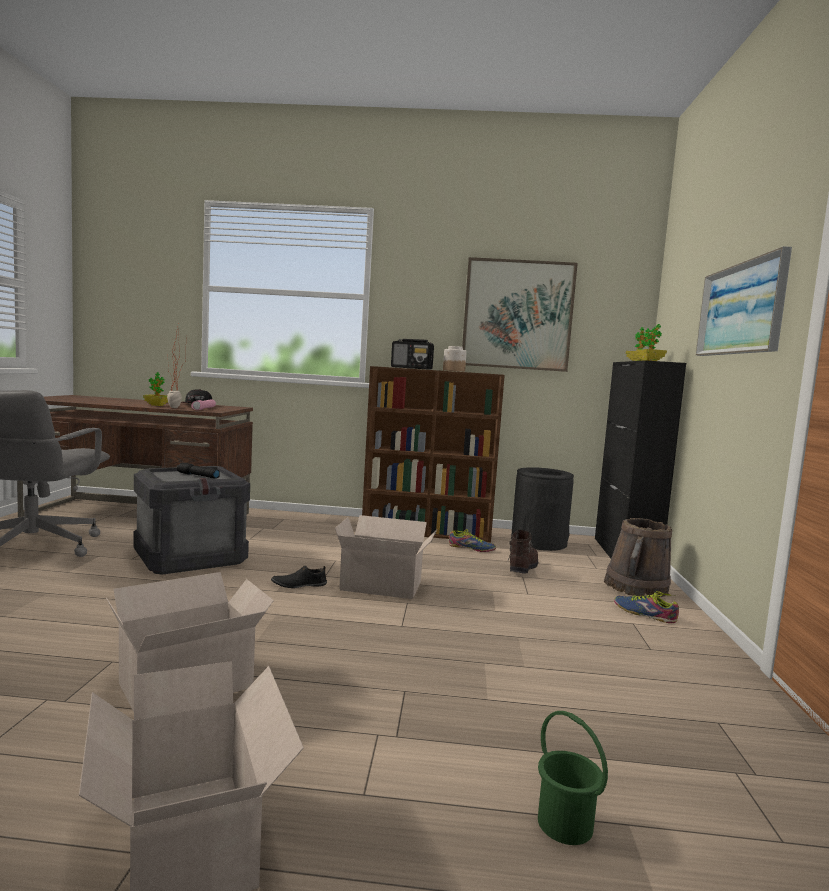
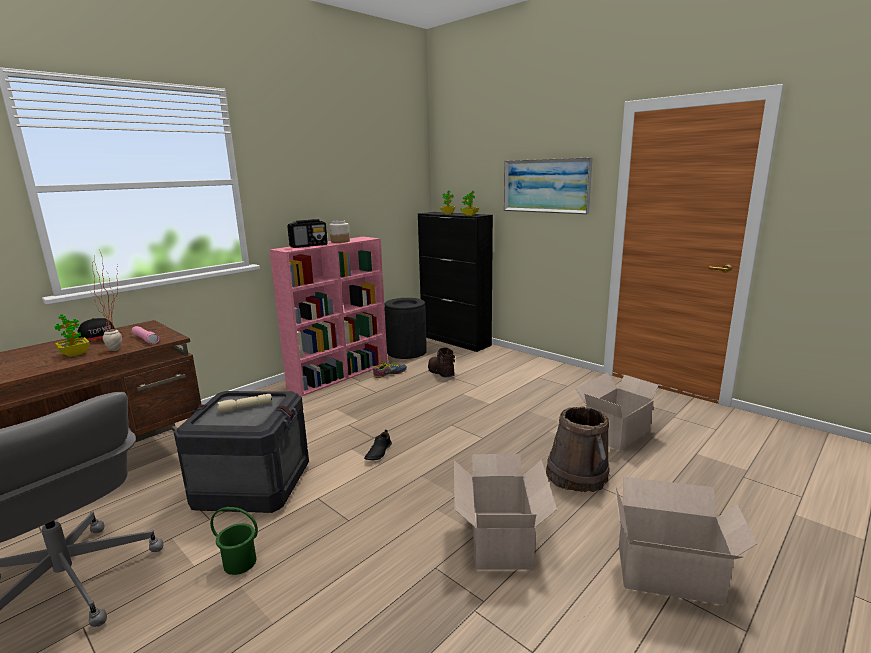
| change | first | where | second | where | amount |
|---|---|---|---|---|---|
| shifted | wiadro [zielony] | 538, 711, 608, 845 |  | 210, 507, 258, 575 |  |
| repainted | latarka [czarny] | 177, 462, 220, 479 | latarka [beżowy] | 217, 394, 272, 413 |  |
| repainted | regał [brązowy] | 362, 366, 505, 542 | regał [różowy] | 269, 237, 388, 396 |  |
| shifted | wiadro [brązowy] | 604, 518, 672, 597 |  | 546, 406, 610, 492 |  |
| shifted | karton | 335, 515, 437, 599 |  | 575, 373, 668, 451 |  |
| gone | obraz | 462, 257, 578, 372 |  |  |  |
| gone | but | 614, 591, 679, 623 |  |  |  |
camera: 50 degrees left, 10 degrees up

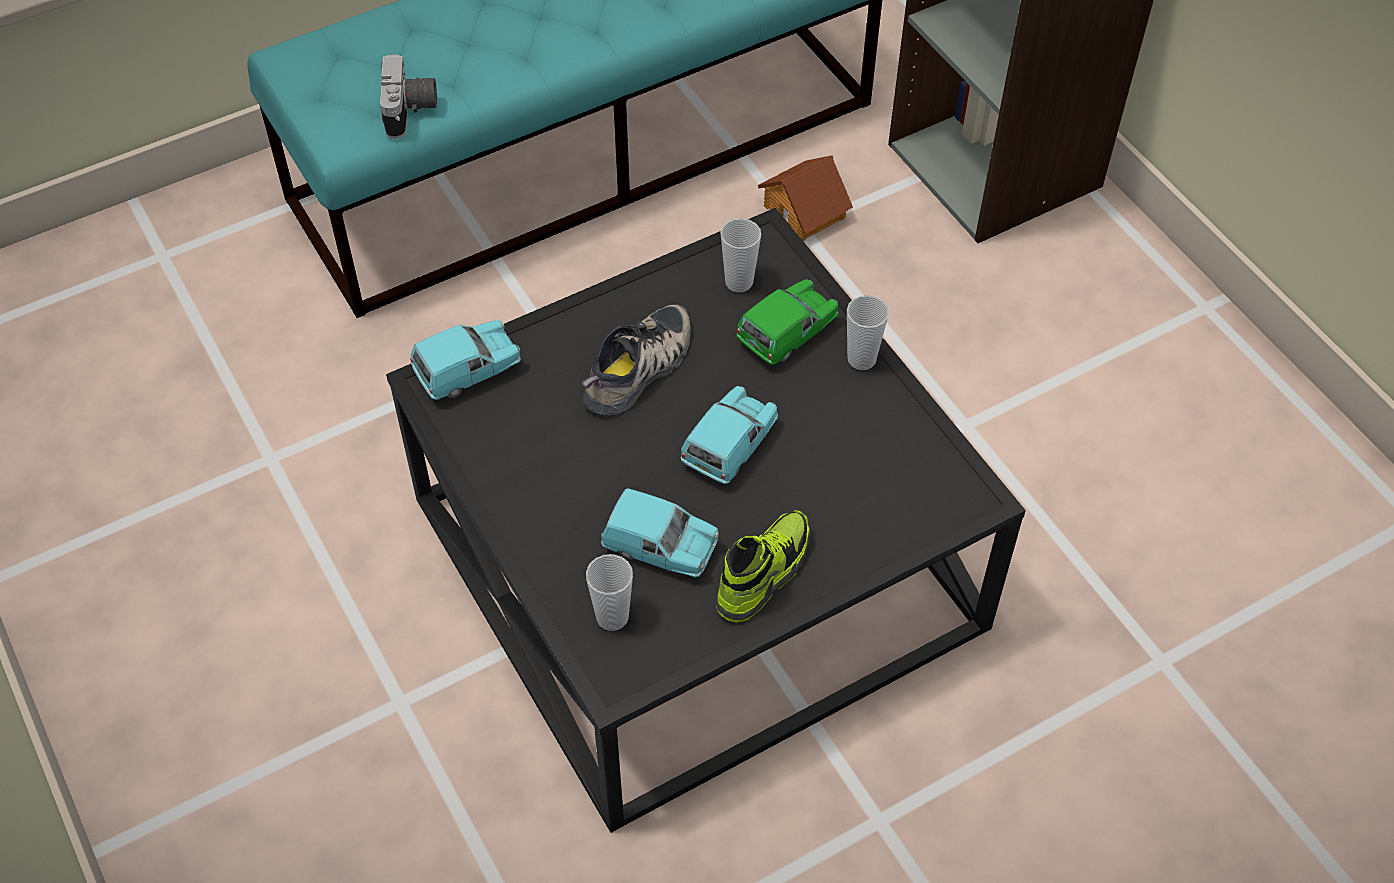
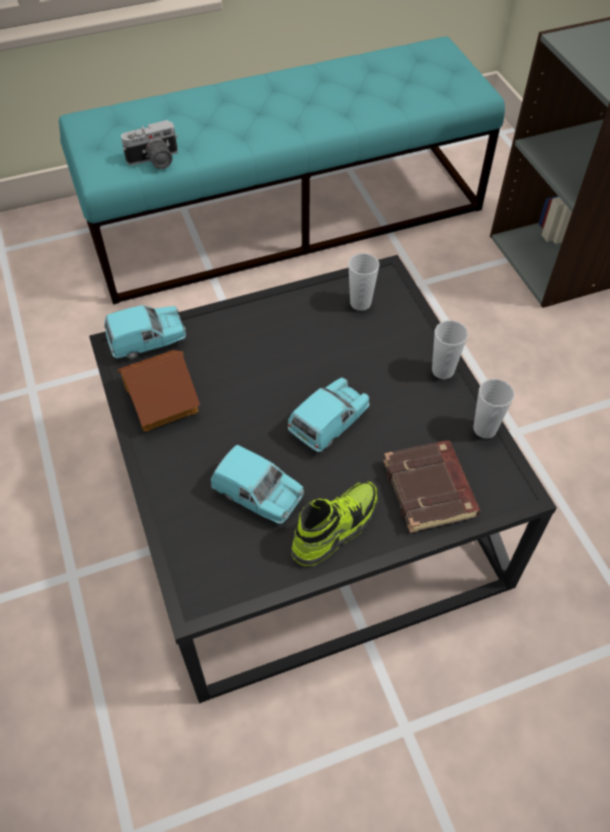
| change | first | where | second | where | amount |
|---|---|---|---|---|---|
| shifted | domek | 758, 155, 853, 241 |  | 117, 350, 200, 432 |  |
| rotated | aparat fotograficzny | 380, 54, 437, 139 |  | 121, 120, 178, 169 | 60 degrees clockwise |
| new |  |  | książka [brązowy] | 383, 441, 480, 533 |  |
| shifted | filiżanka | 586, 554, 633, 631 |  | 474, 379, 514, 439 |  |
| gone | but | 582, 304, 691, 416 |  |  |  |
| gone | samochodzik [zielony] | 737, 279, 839, 365 |  |  |  |
camera: 10 degrees right, 0 degrees up

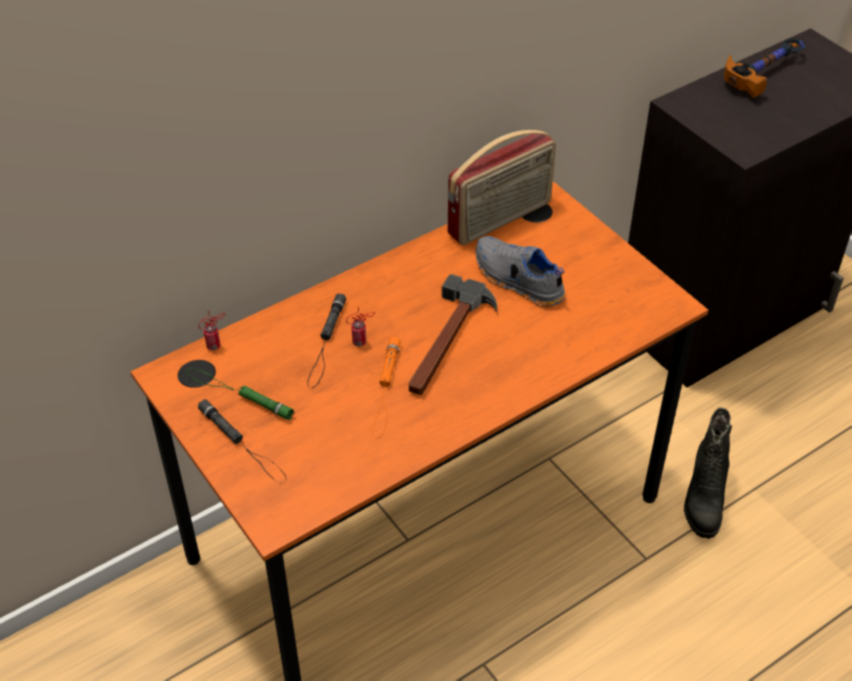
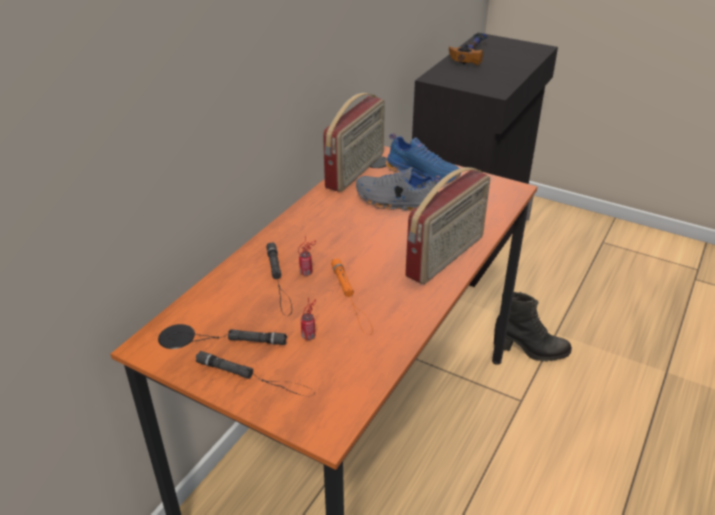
| change | first | where | second | where | amount |
|---|---|---|---|---|---|
| repainted | latarka [zielony] | 187, 368, 294, 420 | latarka [czarny] | 167, 329, 287, 345 |  |
| shifted | puszka | 199, 310, 225, 350 |  | 301, 297, 316, 340 |  |
| new |  |  | but [niebieski] | 386, 133, 461, 184 |  |
| new |  |  | radio | 405, 167, 490, 284 |  |
| rotated | but z cholewką [czarny] | 684, 408, 732, 539 |  | 494, 292, 572, 362 | 60 degrees counterclockwise |
| gone | młotek | 409, 274, 497, 395 |  |  |  |
camera: 25 degrees left, 10 degrees down

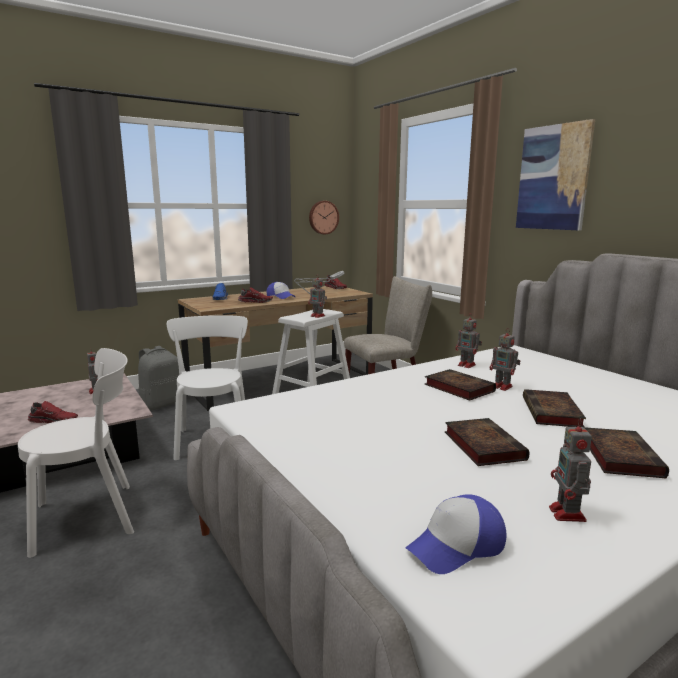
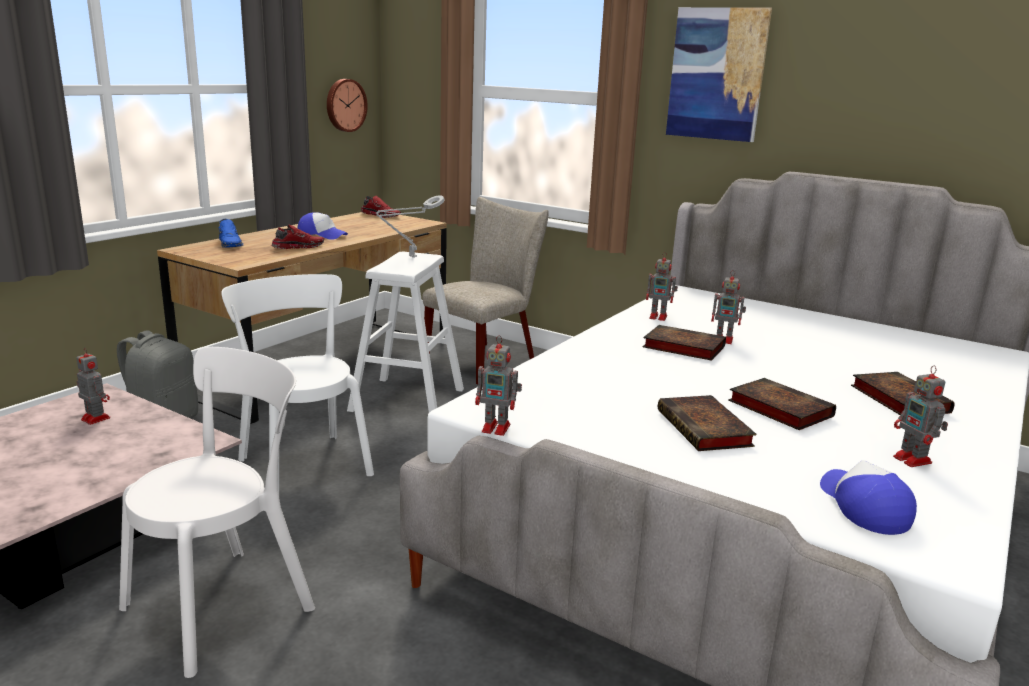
| change | first | where | second | where | amount |
|---|---|---|---|---|---|
| shifted | robot zabawkowy | 308, 274, 327, 318 |  | 475, 335, 522, 436 |  |
| shifted | książka | 523, 389, 586, 427 |  | 658, 395, 757, 451 |  |
| rotated | czapka z daszkiem | 406, 494, 507, 574 |  | 820, 460, 917, 535 | 135 degrees clockwise |
| gone | but [czerwony] | 28, 401, 78, 423 |  |  |  |
camera: 25 degrees left, 5 degrees up

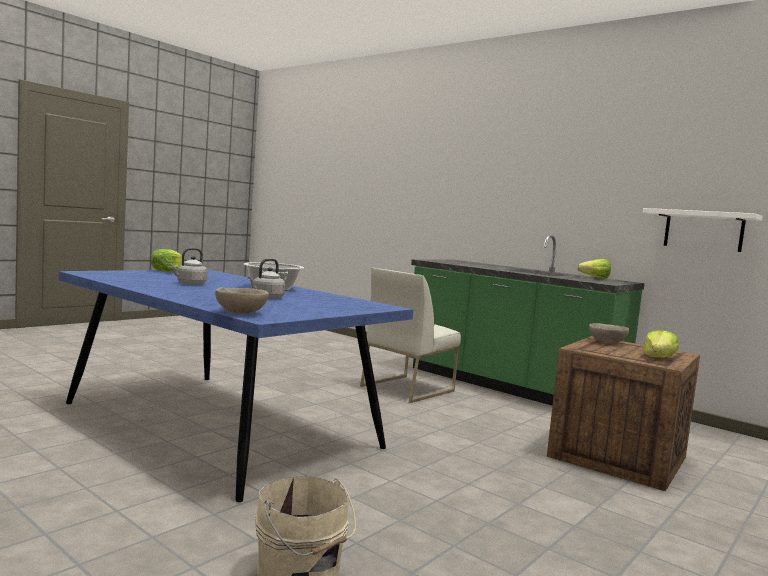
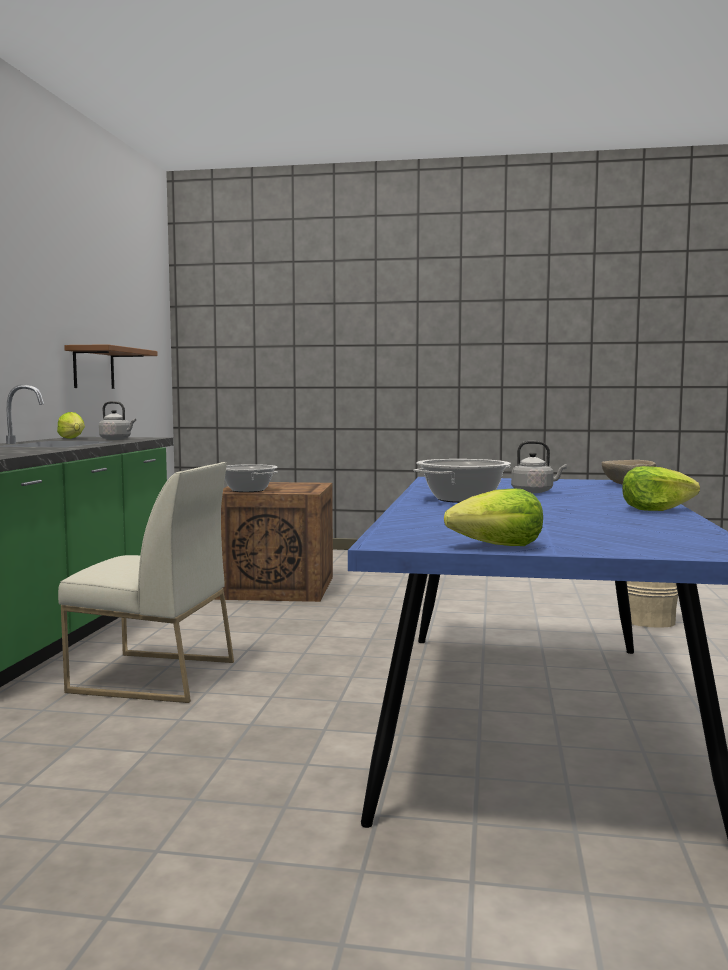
| change | first | where | second | where | amount |
|---|---|---|---|---|---|
| repainted | półka [biały] | 643, 208, 763, 252 | półka [brązowy] | 64, 344, 158, 389 |  |
| shifted | czajnik [szary] | 170, 248, 208, 285 |  | 99, 401, 136, 440 |  |
| swapped | miska [beżowy] | 589, 323, 629, 344 | garnek | 225, 464, 278, 492 |  |
| shifted | sałata | 642, 330, 679, 358 |  | 622, 466, 700, 511 |  |
camera: 120 degrees left, 0 degrees up

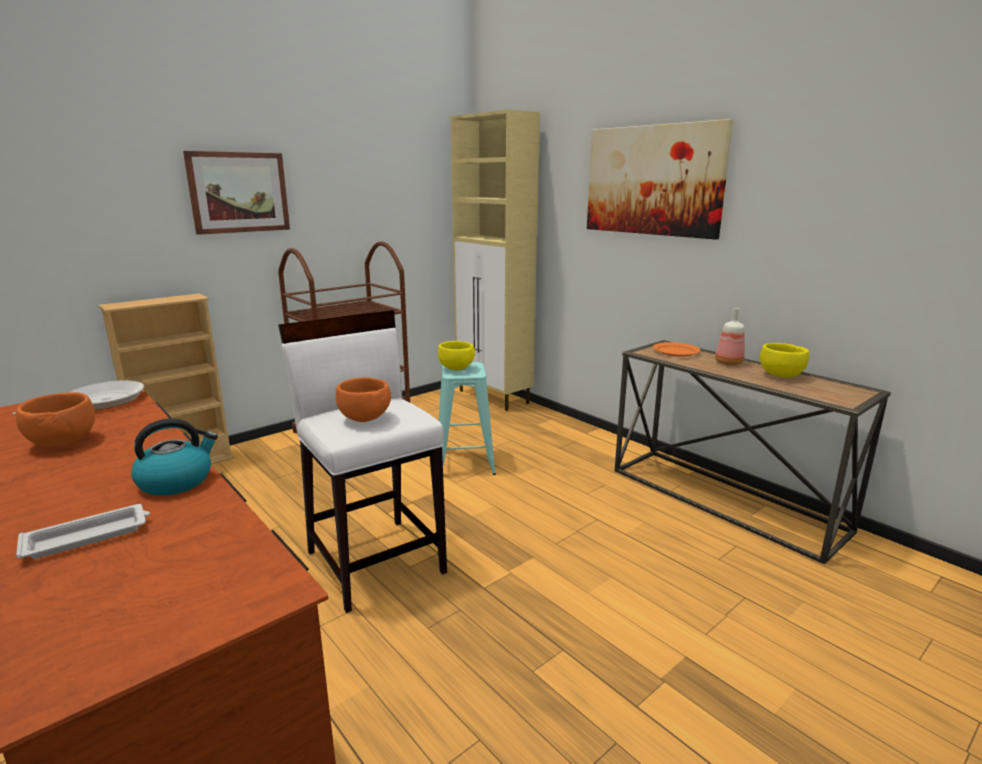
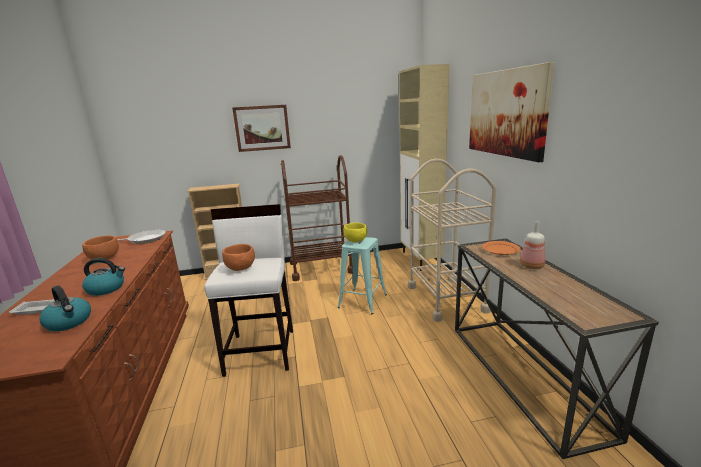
| change | first | where | second | where | amount |
|---|---|---|---|---|---|
| new |  |  | czajnik | 39, 285, 91, 331 |  |
| new |  |  | wózek [beżowy] | 408, 159, 497, 322 |  |
| gone | miska [żółty] | 760, 343, 809, 378 |  |  |  |
camera: 30 degrees right, 0 degrees up

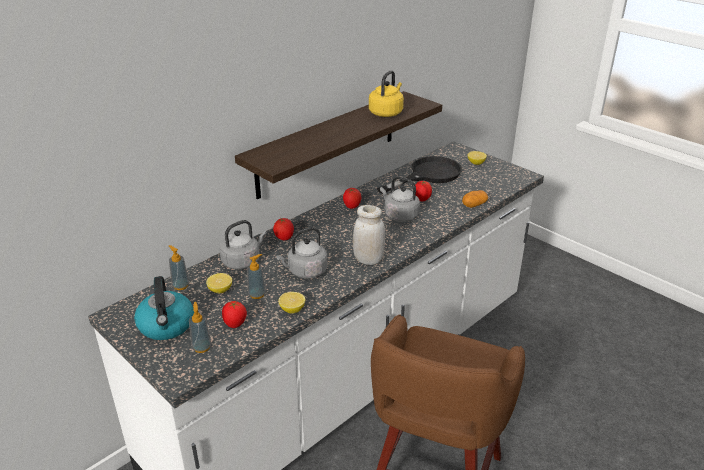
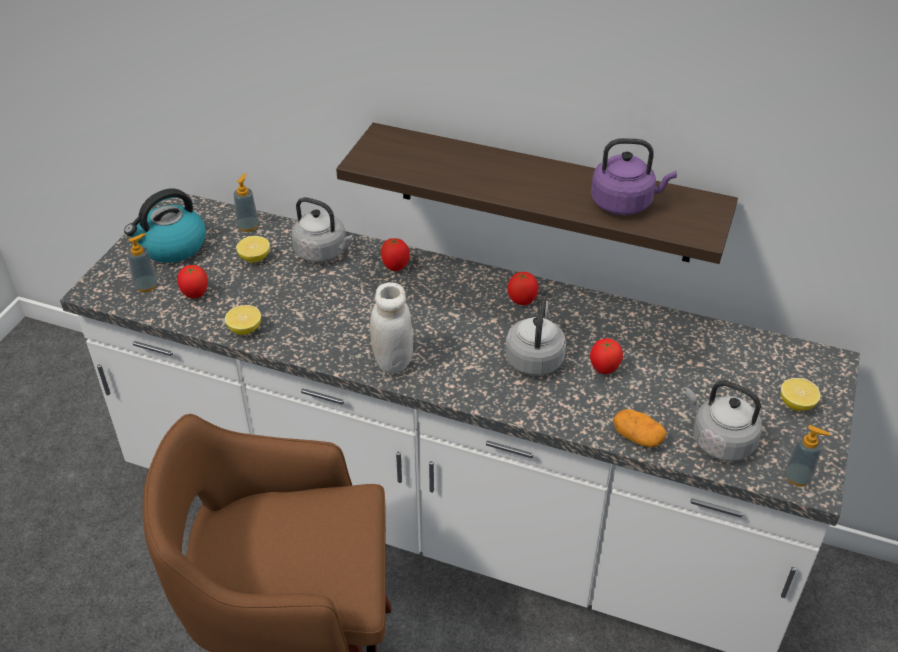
| change | first | where | second | where | amount |
|---|---|---|---|---|---|
| repainted | czajnik [żółty] | 369, 71, 404, 117 | czajnik [fioletowy] | 591, 138, 677, 215 |  |
| shifted | czajnik [szary] | 276, 227, 328, 279 |  | 685, 380, 762, 461 |  |
| shifted | dozownik mydła | 247, 254, 266, 299 |  | 784, 425, 830, 486 |  |
| gone | patelnia [czarny] | 377, 156, 462, 194 |  |  |  |
camera: 65 degrees right, 10 degrees up

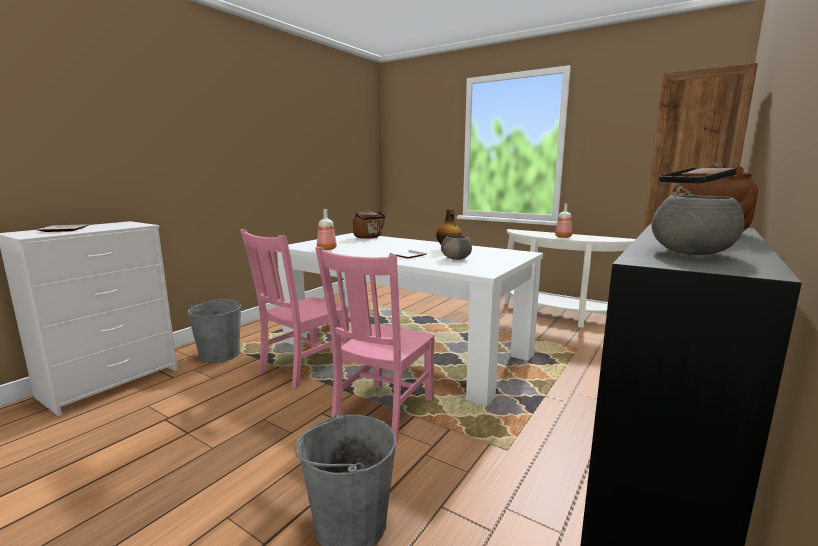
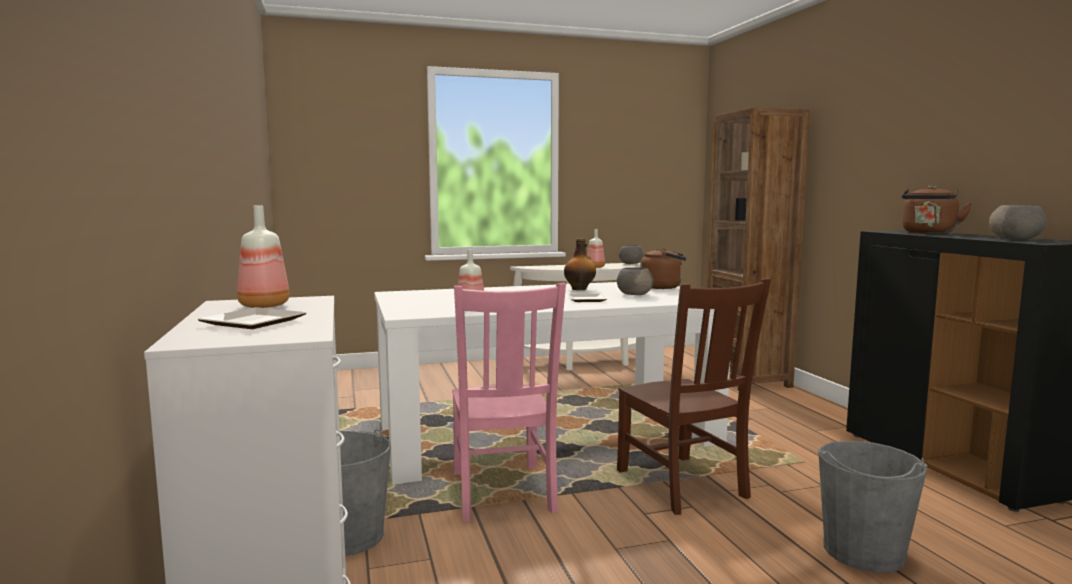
| change | first | where | second | where | amount |
|---|---|---|---|---|---|
| new |  |  | butelka | 237, 206, 290, 308 |  |
| repainted | krzesło [różowy] | 315, 247, 435, 443 | krzesło [brązowy] | 617, 278, 771, 515 |  |
| new |  |  | miska [szary] | 619, 245, 644, 264 |  |
| shifted | czajnik [brązowy] | 353, 210, 386, 239 |  | 640, 248, 686, 289 |  |
camera: 50 degrees left, 5 degrees down

